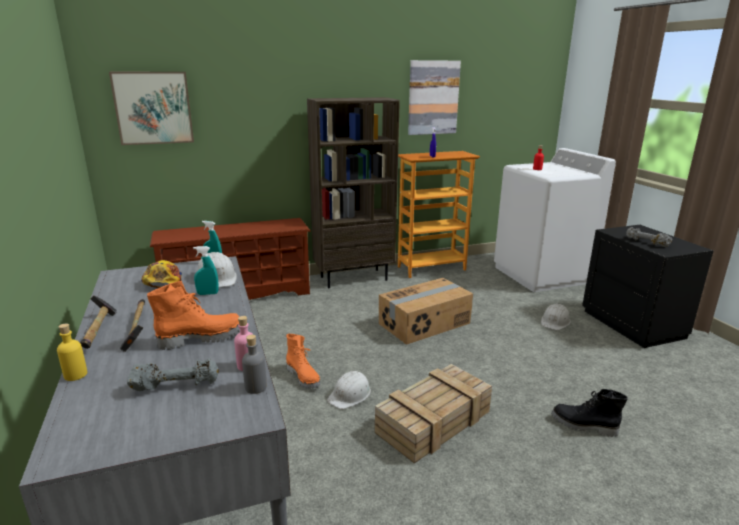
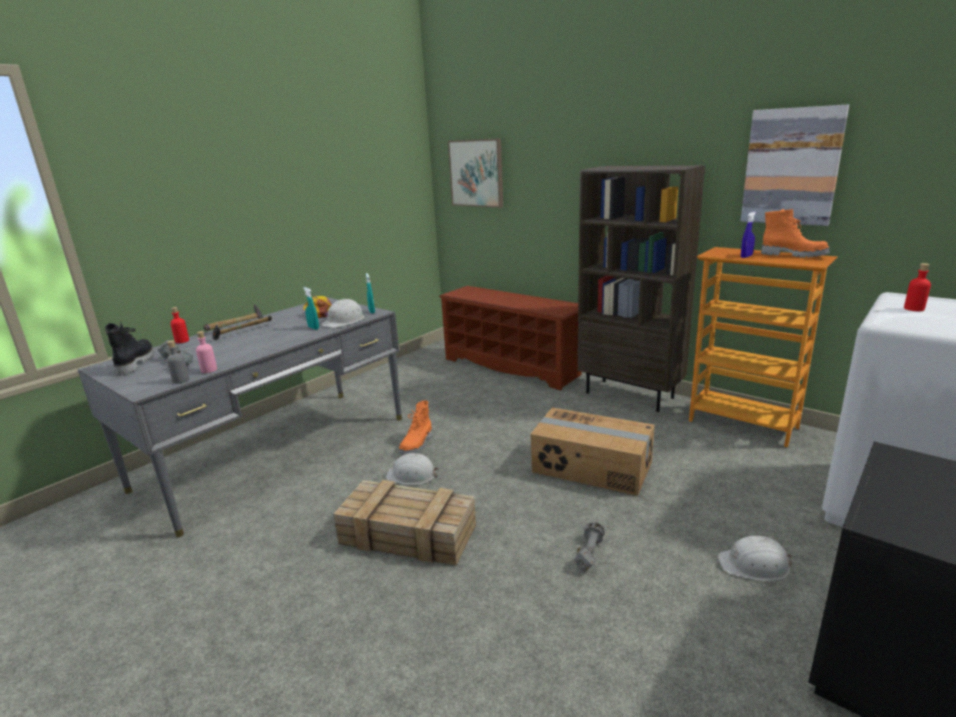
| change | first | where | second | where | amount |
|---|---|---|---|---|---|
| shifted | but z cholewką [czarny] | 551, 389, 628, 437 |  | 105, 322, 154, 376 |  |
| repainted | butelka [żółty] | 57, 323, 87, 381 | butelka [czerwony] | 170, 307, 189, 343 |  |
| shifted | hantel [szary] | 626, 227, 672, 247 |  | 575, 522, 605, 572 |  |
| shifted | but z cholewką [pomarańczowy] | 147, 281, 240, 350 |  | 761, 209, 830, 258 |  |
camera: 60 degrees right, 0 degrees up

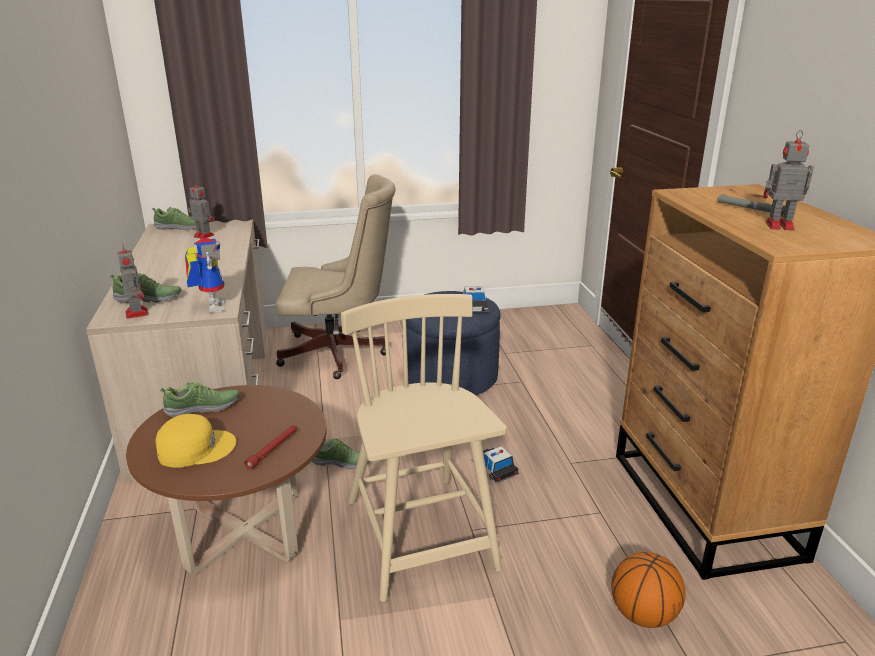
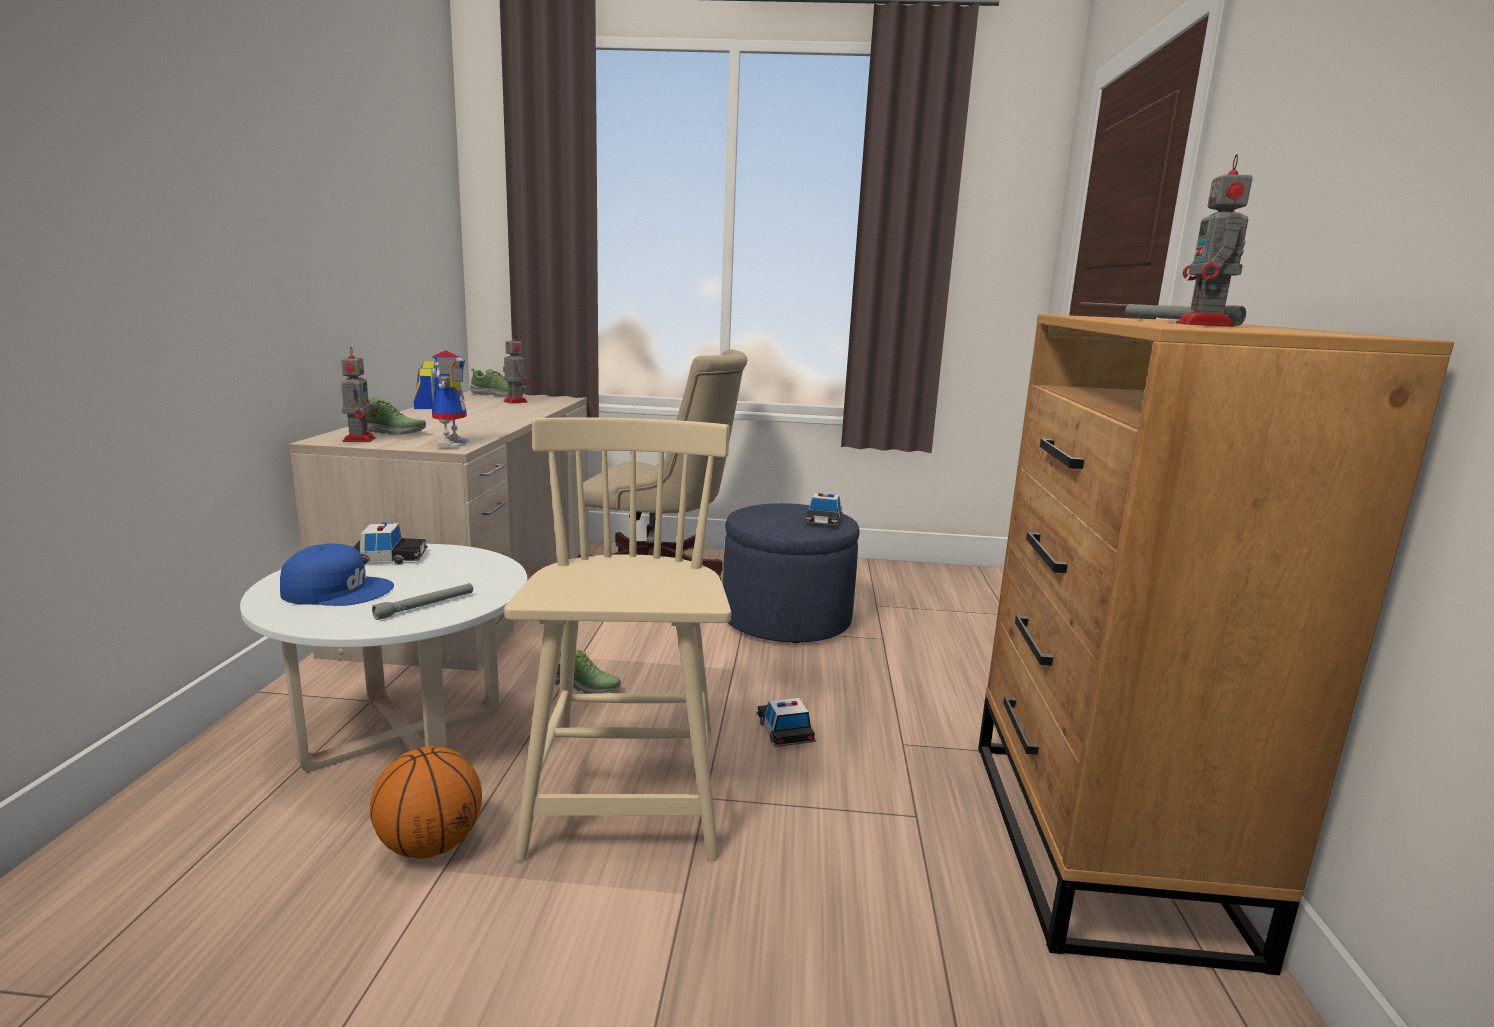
| change | first | where | second | where | amount |
|---|---|---|---|---|---|
| repainted | ława [brązowy] | 126, 385, 327, 575 | ława [biały] | 240, 544, 528, 771 |  |
| repainted | czapka z daszkiem [żółty] | 155, 414, 236, 468 | czapka z daszkiem [niebieski] | 280, 543, 394, 606 |  |
| swapped | but | 160, 382, 240, 418 | samochodzik | 354, 522, 428, 565 |  |
| shifted | piłka do koszykówki | 611, 552, 686, 628 |  | 370, 746, 482, 859 |  |
| repainted | latarka [czerwony] | 244, 425, 297, 470 | latarka [szary] | 372, 583, 473, 620 |  |
| rotated | robot zabawkowy | 763, 130, 814, 231 |  | 1176, 154, 1253, 327 | 105 degrees counterclockwise |
camera: 15 degrees right, 10 degrees down

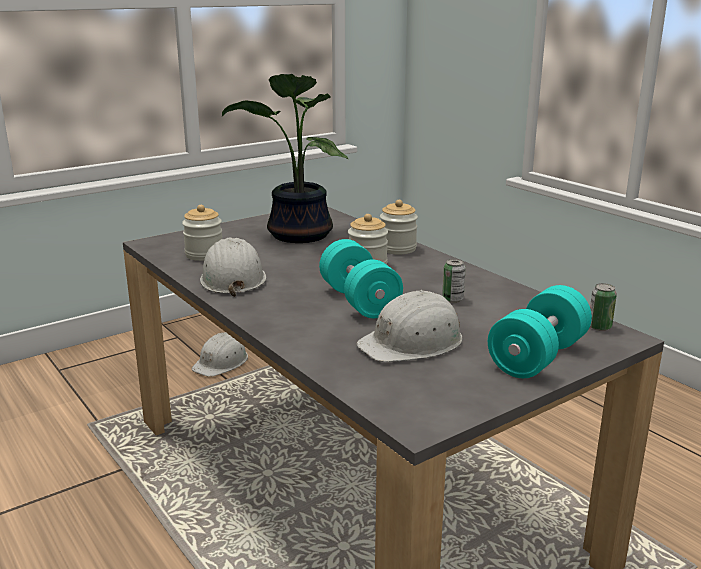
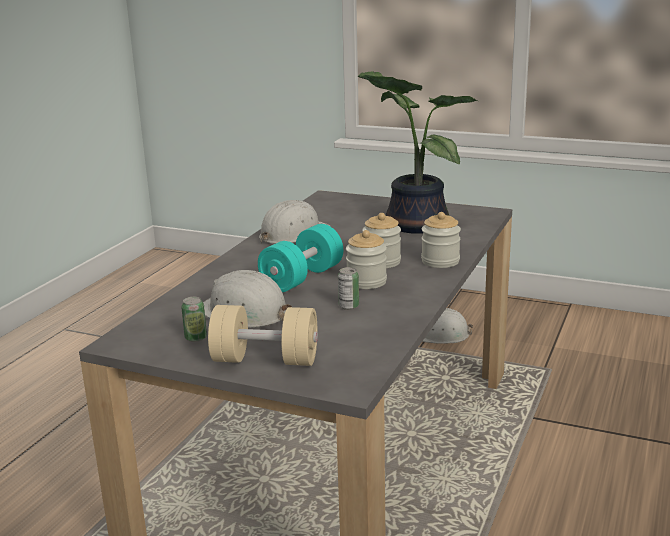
| change | first | where | second | where | amount |
|---|---|---|---|---|---|
| shifted | puszka | 590, 283, 617, 331 |  | 181, 297, 207, 342 |  |
| repainted | hantel [turkusowy] | 488, 285, 592, 378 | hantel [beżowy] | 208, 305, 318, 366 |  |
| shifted | słoik | 182, 205, 222, 261 |  | 346, 230, 387, 289 |  |
camera: 60 degrees right, 0 degrees up

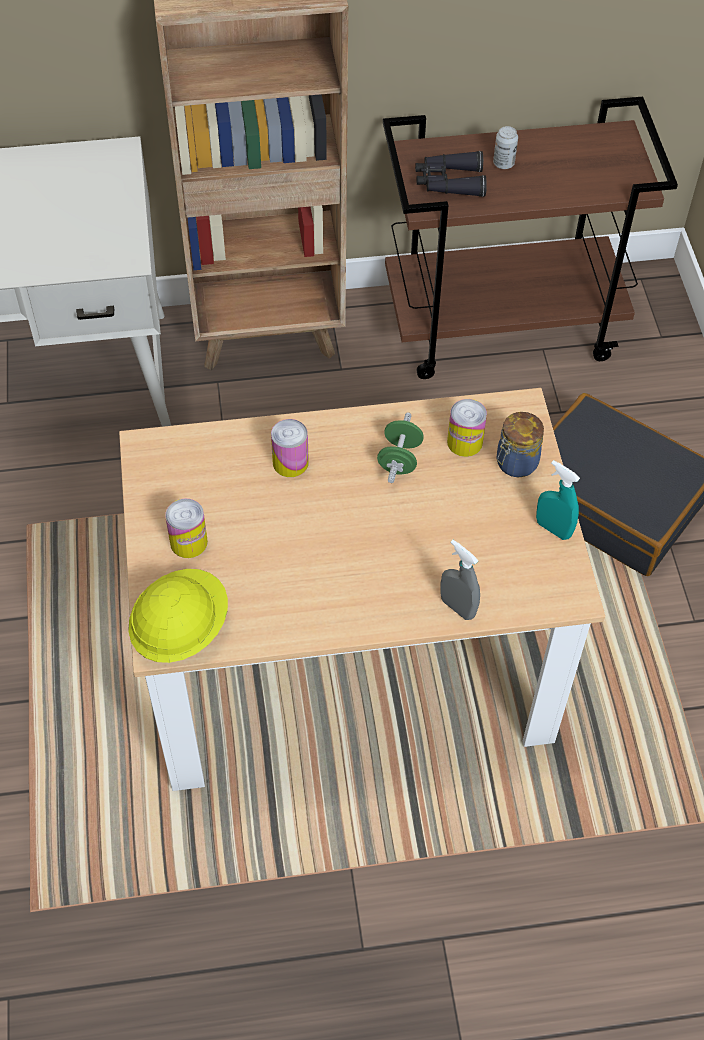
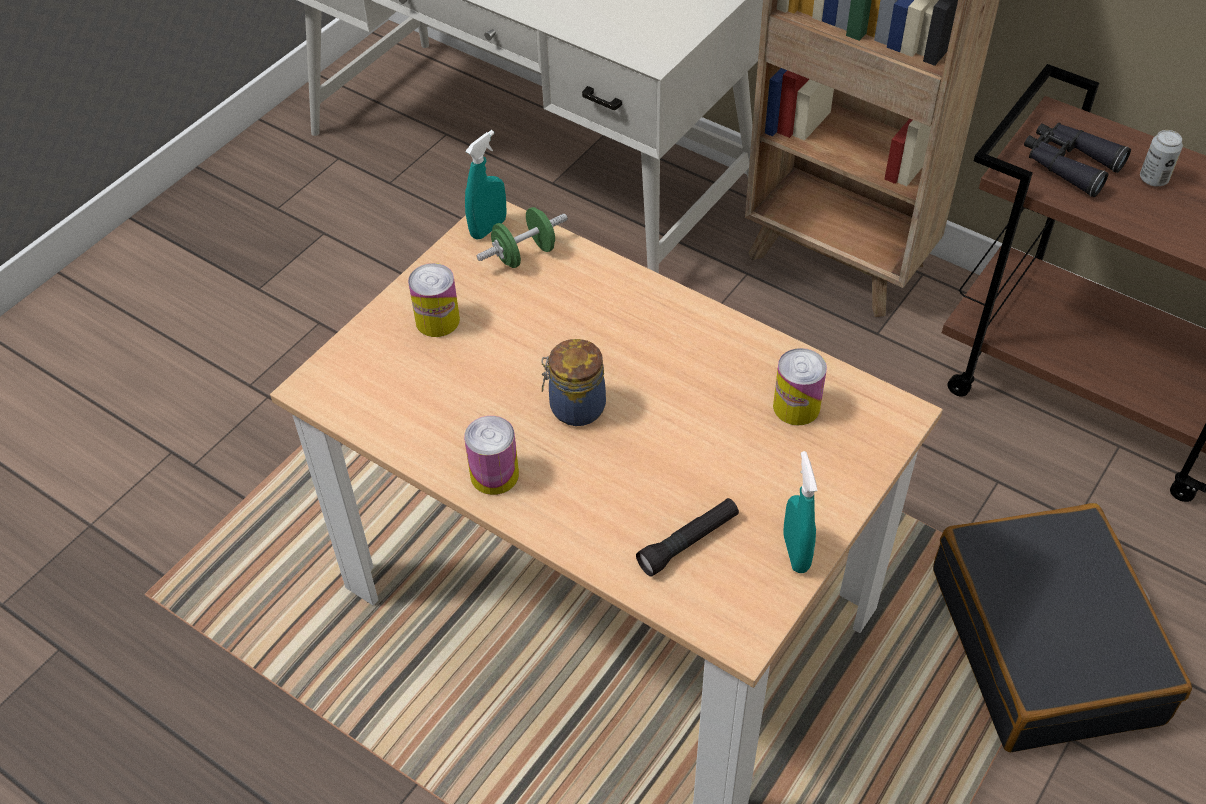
| change | first | where | second | where | amount |
|---|---|---|---|---|---|
| shifted | puszka | 271, 419, 309, 477 |  | 464, 416, 519, 495 |  |
| new |  |  | spryskiwacz [turkusowy] | 465, 130, 507, 239 |  |
| shifted | hantel [zielony] | 377, 412, 424, 483 |  | 477, 207, 568, 268 |  |
| shifted | słoik | 496, 412, 544, 477 |  | 541, 339, 606, 426 |  |
| new |  |  | latarka [czarny] | 636, 498, 739, 577 |  |
| gone | kask [żółty] | 128, 569, 228, 663 |  |  |  |
| gone | spryskiwacz [szary] | 440, 540, 480, 620 |  |  |  |
camera: 45 degrees right, 5 degrees down

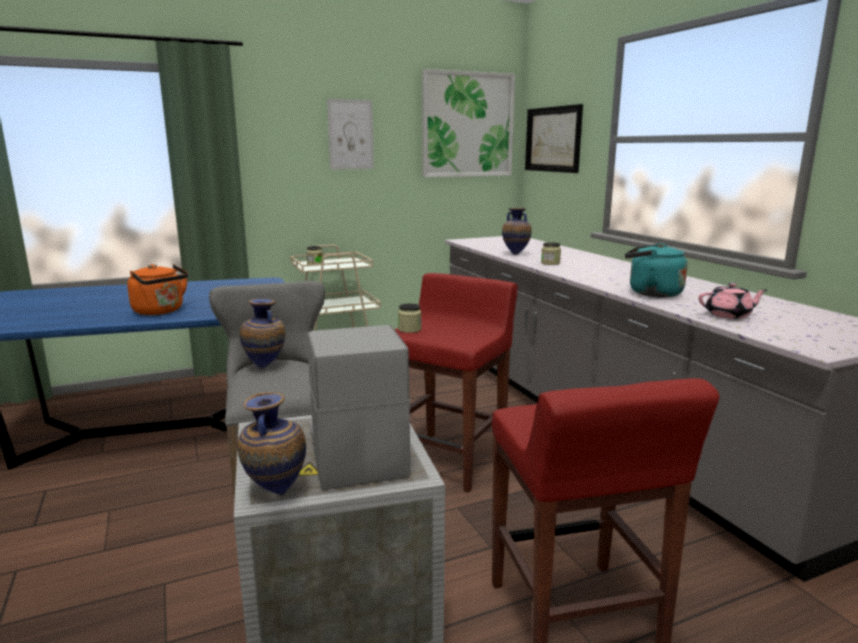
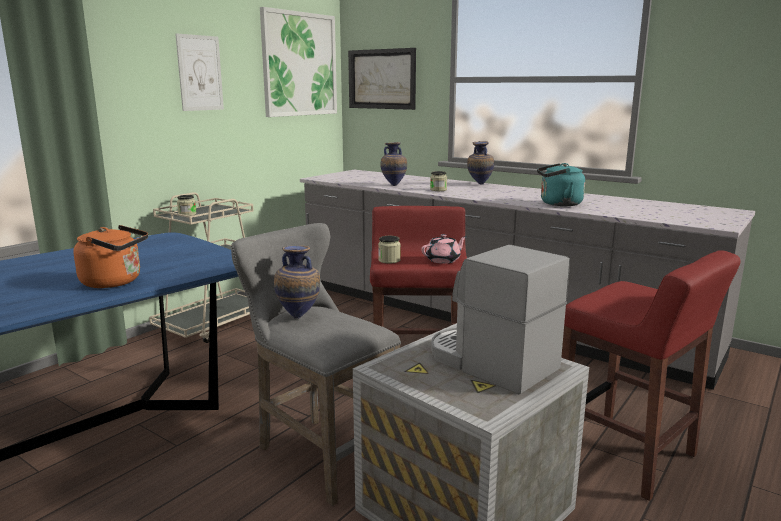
| change | first | where | second | where | amount |
|---|---|---|---|---|---|
| shifted | imbryk [różowy] | 699, 283, 767, 319 |  | 421, 234, 467, 264 |  |
| shifted | wazon | 237, 392, 306, 496 |  | 467, 141, 494, 185 |  |
camera: 30 degrees left, 0 degrees up

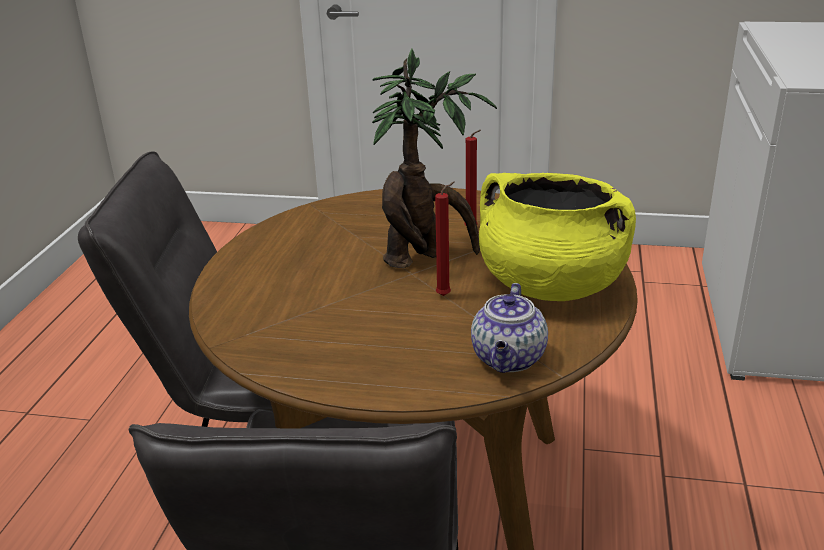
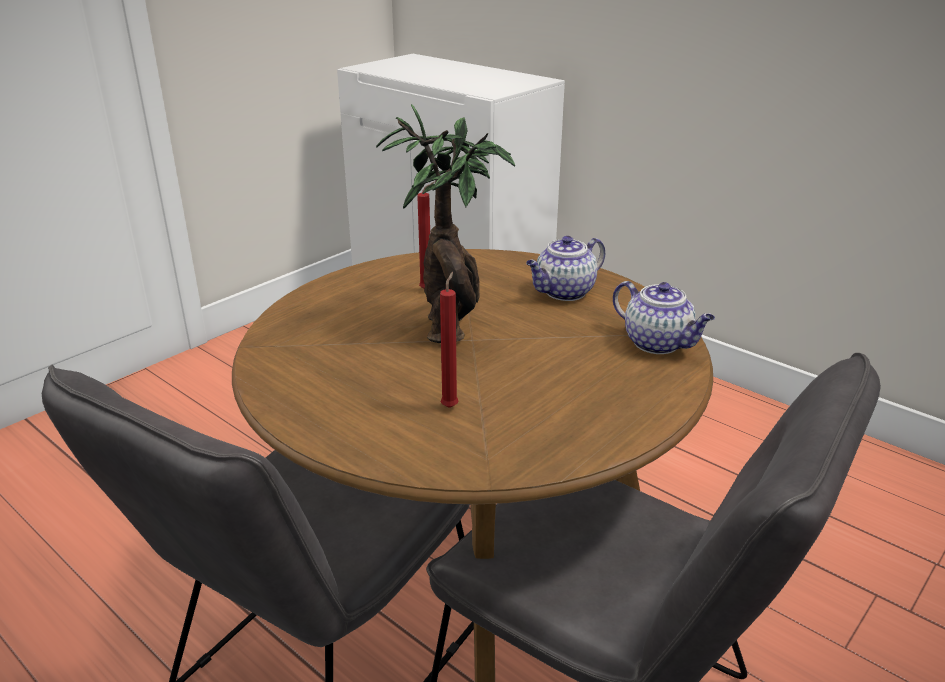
| change | first | where | second | where | amount |
|---|---|---|---|---|---|
| shifted | świeca [czerwony] | 435, 182, 455, 296 |  | 440, 272, 459, 408 |  |
| swapped | garnek [żółty] | 479, 173, 636, 301 | imbryk | 526, 236, 605, 301 |  |
camera: 60 degrees left, 0 degrees up

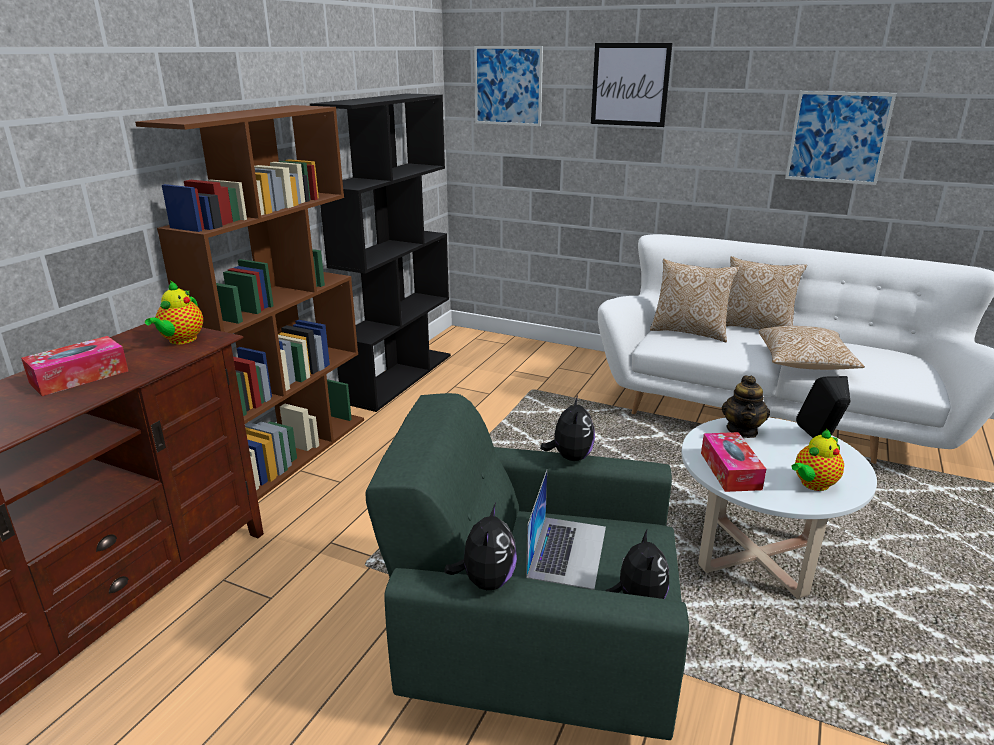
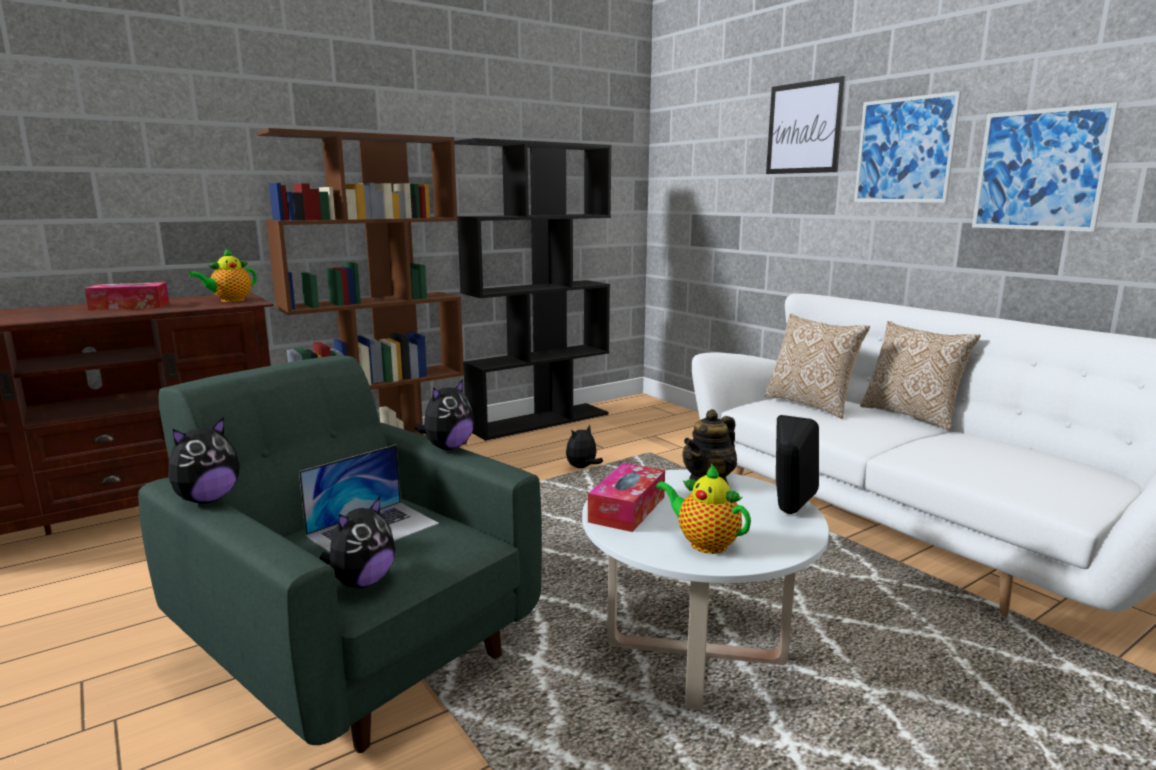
| change | first | where | second | where | amount |
|---|---|---|---|---|---|
| new |  |  | pluszak | 566, 425, 603, 468 |  |
| rotated | imbryk | 791, 429, 844, 491 |  | 655, 464, 751, 554 | 45 degrees clockwise |
| shifted | obraz | 474, 46, 543, 126 |  | 854, 91, 961, 203 |  |
| gone | poduszka | 759, 326, 865, 370 |  |  |  |
camera: 30 degrees right, 10 degrees down

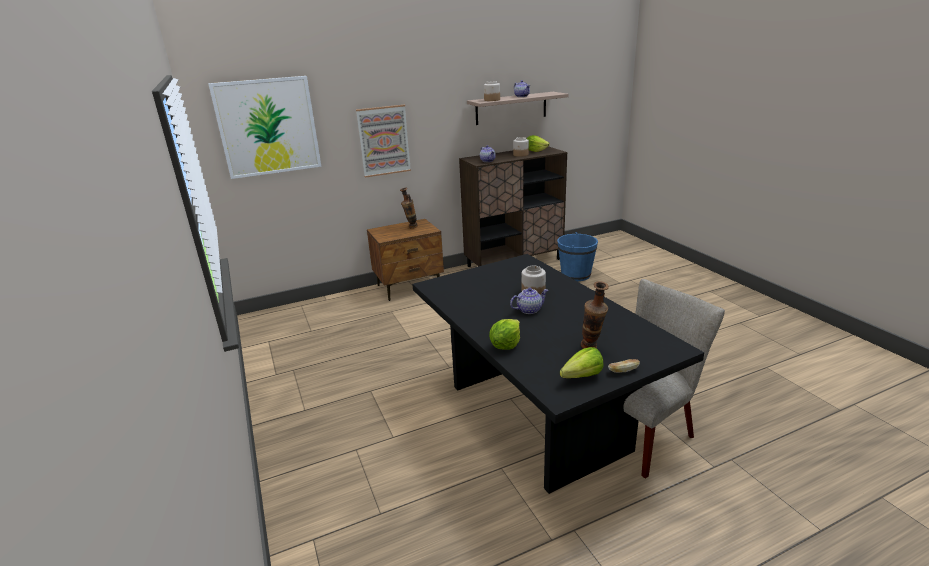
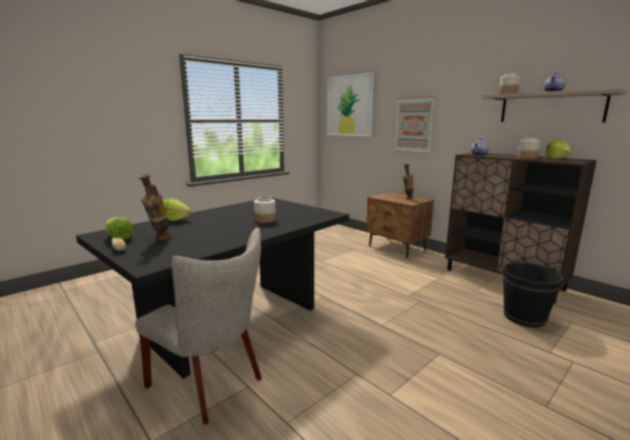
| change | first | where | second | where | amount |
|---|---|---|---|---|---|
| repainted | wiadro [niebieski] | 557, 232, 598, 281 | wiadro [czarny] | 503, 262, 564, 327 |  |
| gone | imbryk | 510, 288, 548, 314 |  |  |  |
camera: 70 degrees right, 10 degrees down

